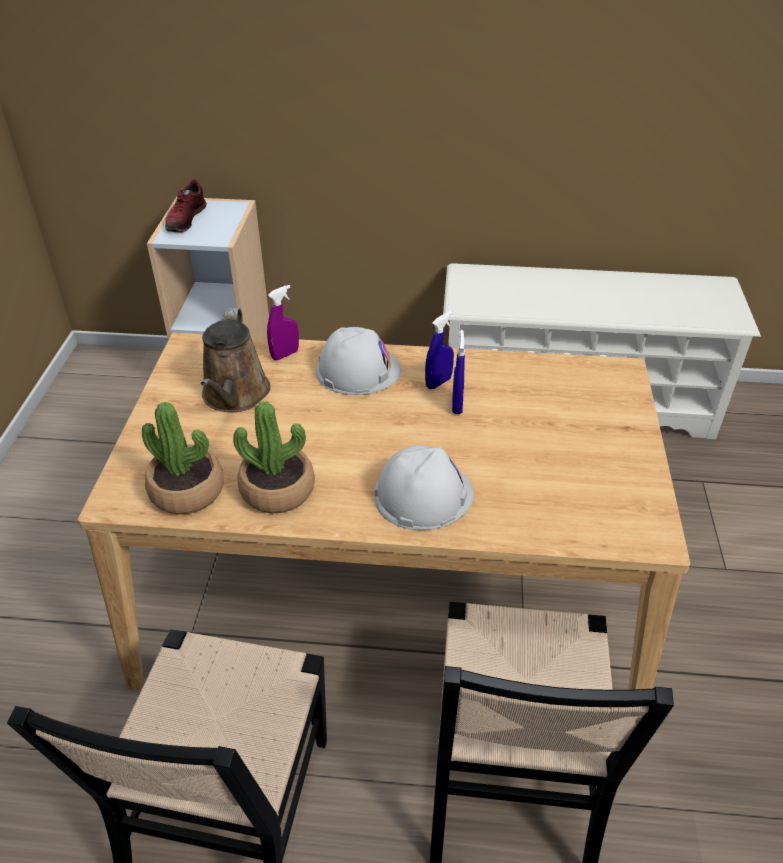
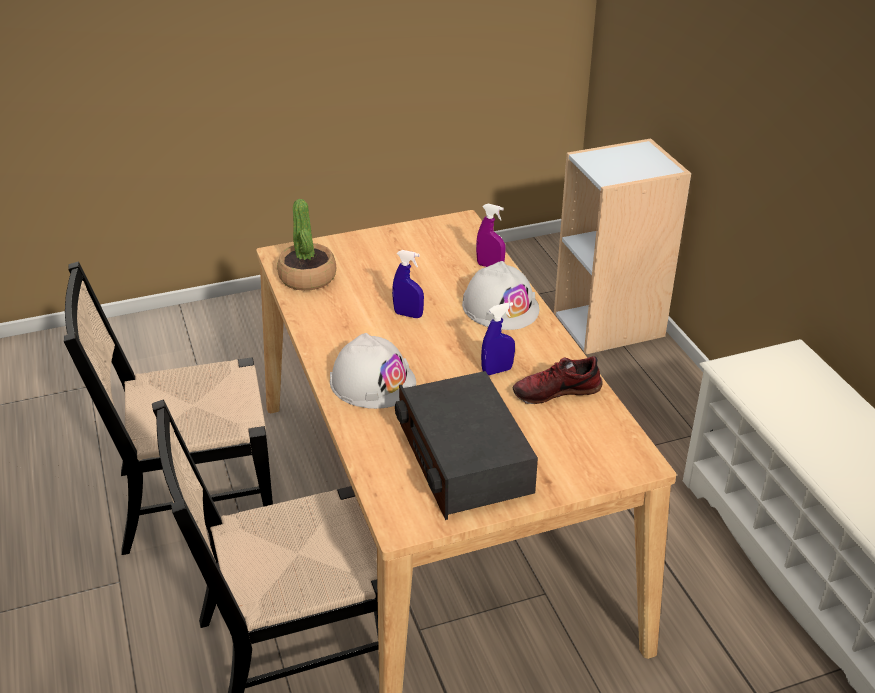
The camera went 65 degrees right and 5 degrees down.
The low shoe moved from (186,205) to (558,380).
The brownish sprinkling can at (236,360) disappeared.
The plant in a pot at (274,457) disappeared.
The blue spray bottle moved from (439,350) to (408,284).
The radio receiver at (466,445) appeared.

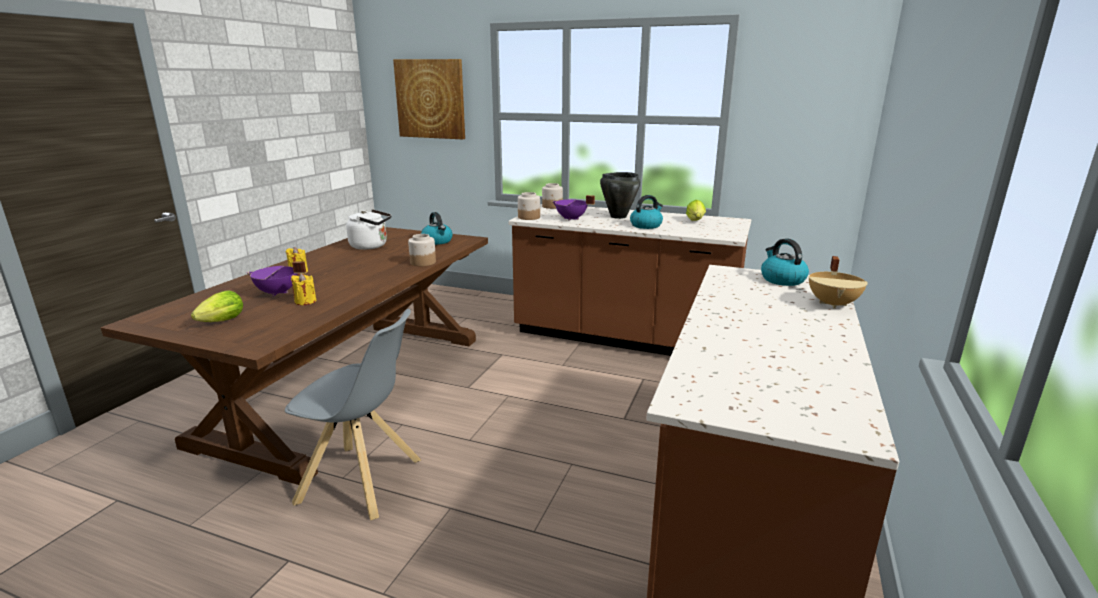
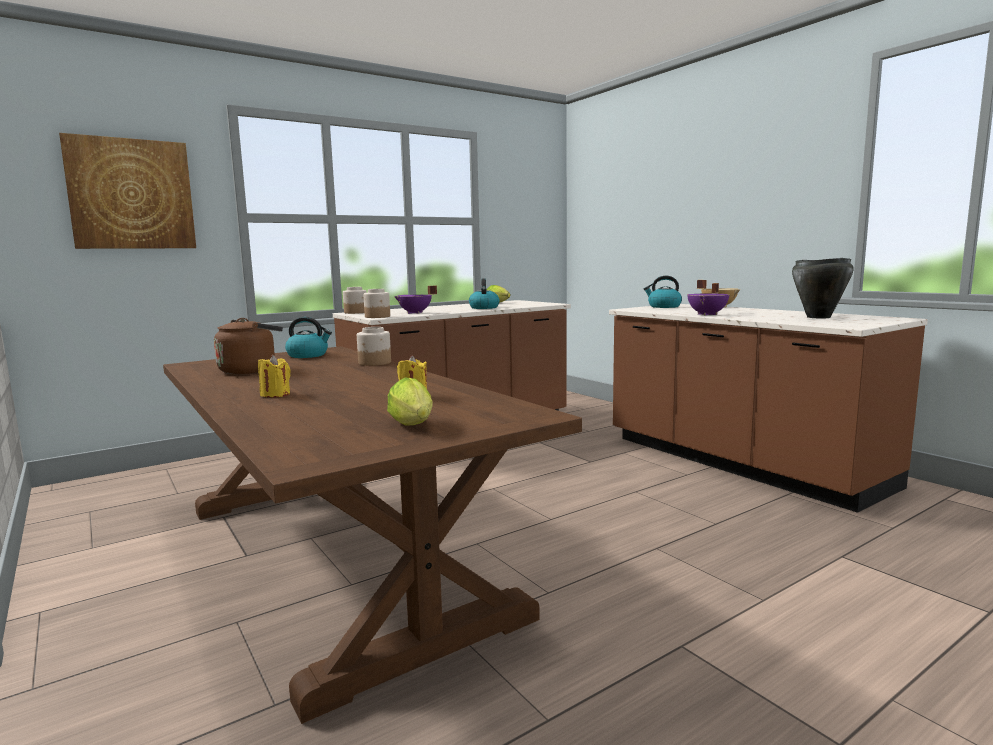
The camera went 55 degrees left and 10 degrees down.
The purple cooking pot moved from (276,279) to (708,299).
The grey chair at (353,414) disappeared.
The white kettle at (368,229) became the brownish kettle at (248,346).
The black cooking pot moved from (620,195) to (823,288).

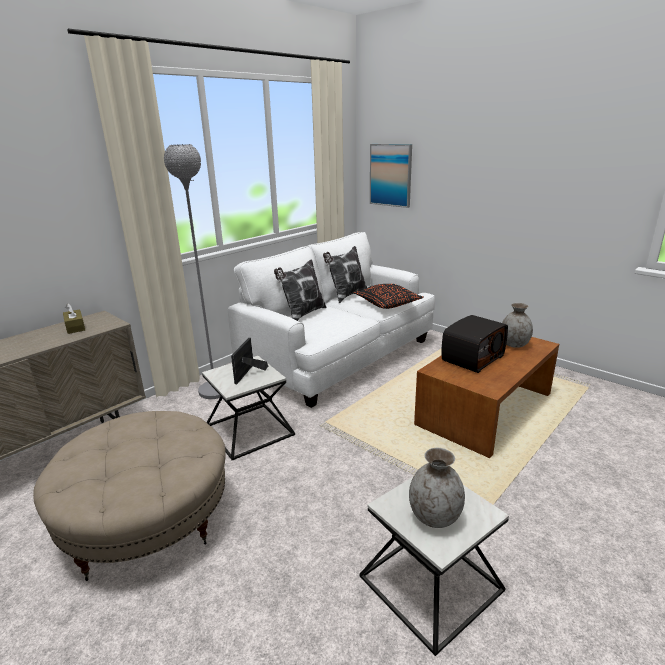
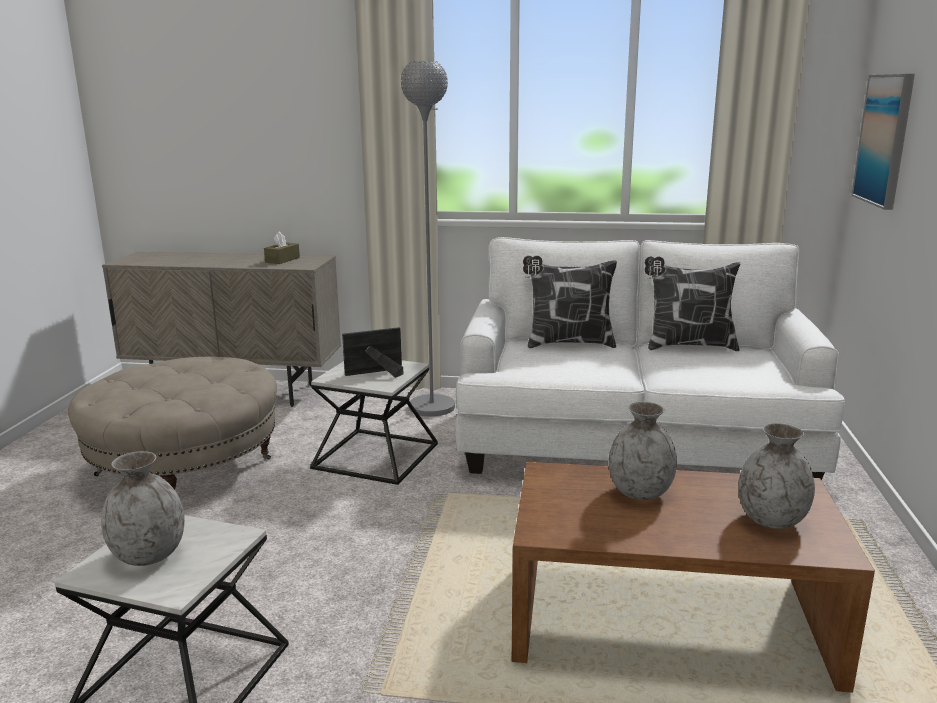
The camera went 55 degrees right and 5 degrees down.
The black throw pillow at (389,296) disappeared.
The radio receiver at (474,344) was replaced by the grey vase at (643,451).

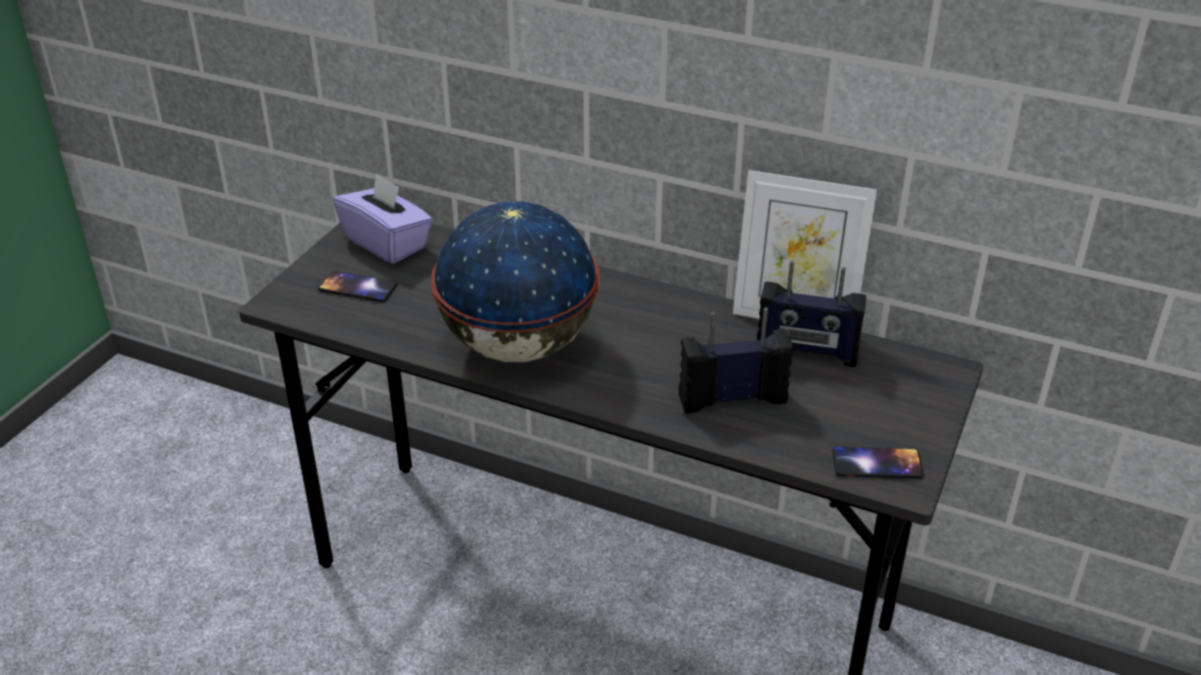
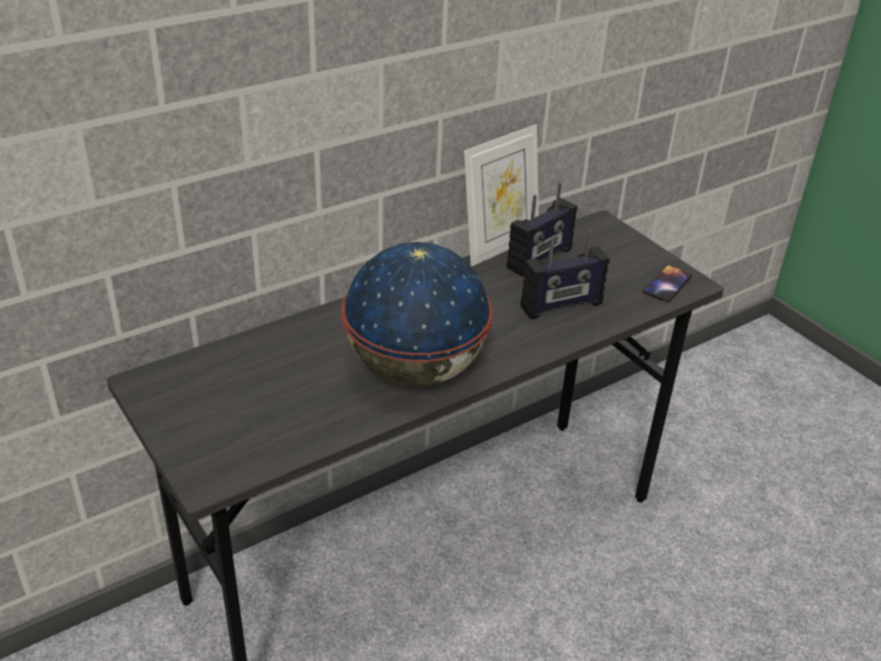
The camera went 60 degrees left and 0 degrees up.
The handset at (358,286) disappeared.
The purple box of tissues at (383,218) disappeared.
The radio receiver at (735,360) turned 135 degrees counterclockwise.

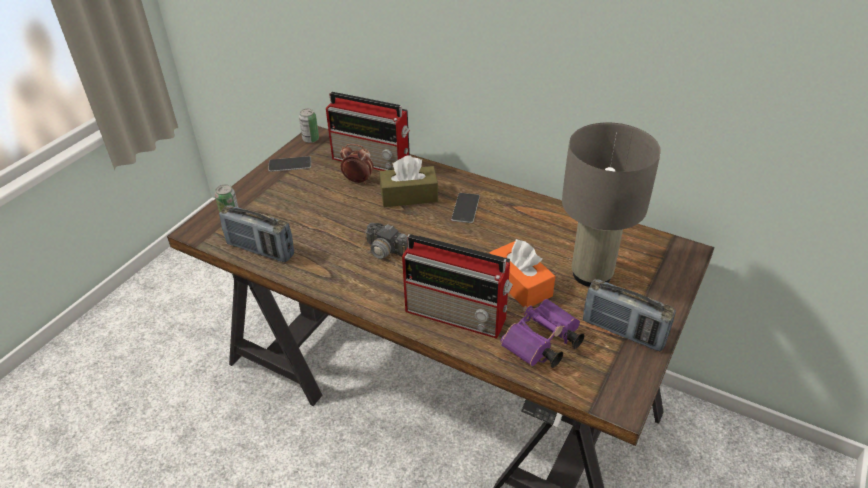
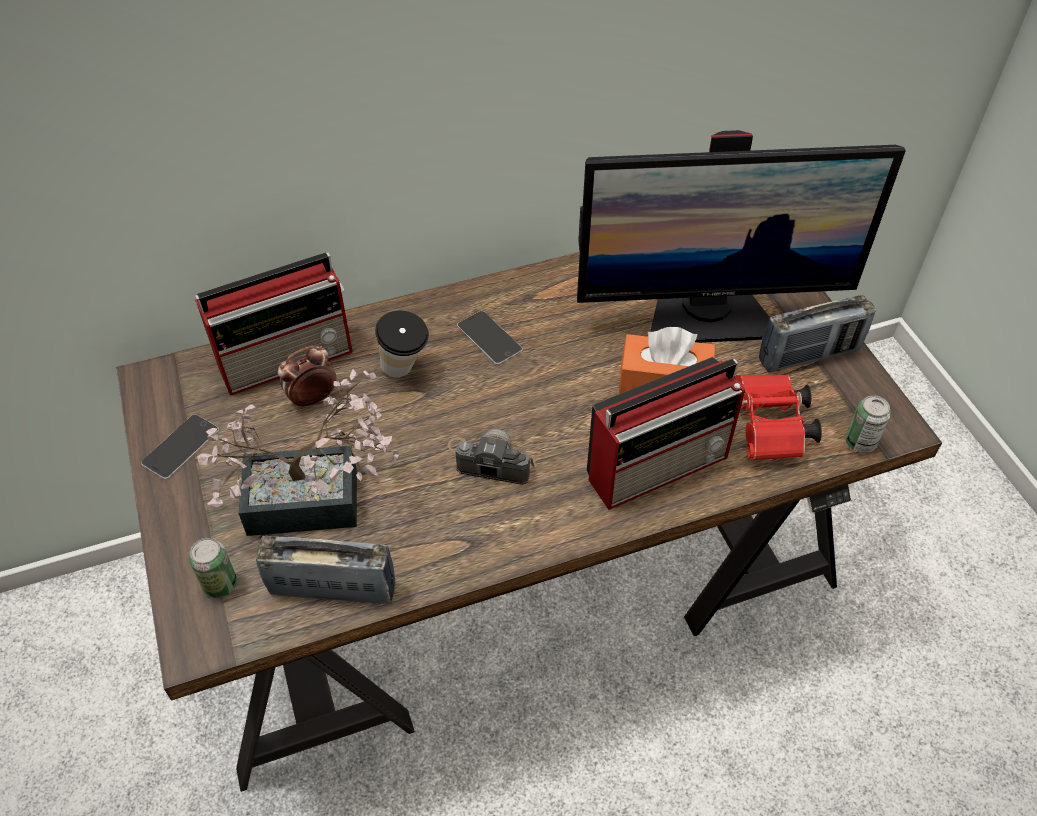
The camera went 50 degrees left and 10 degrees up.
The radio receiver at (256,233) turned 150 degrees counterclockwise.
The metal can moved from (309,126) to (868,424).
The photo camera at (384,246) turned 150 degrees counterclockwise.
The brownish box of tissues at (409,181) was replaced by the cup at (402,344).
The purple binoculars at (543,333) became the red binoculars at (778,417).
The grey tabletop lamp at (611,205) was replaced by the computer screen at (741,236).
The plant in a pot at (298,452) appeared.

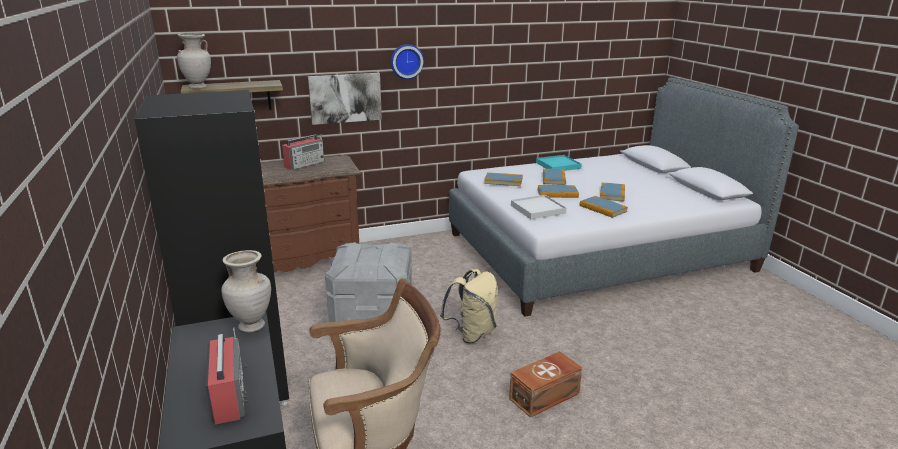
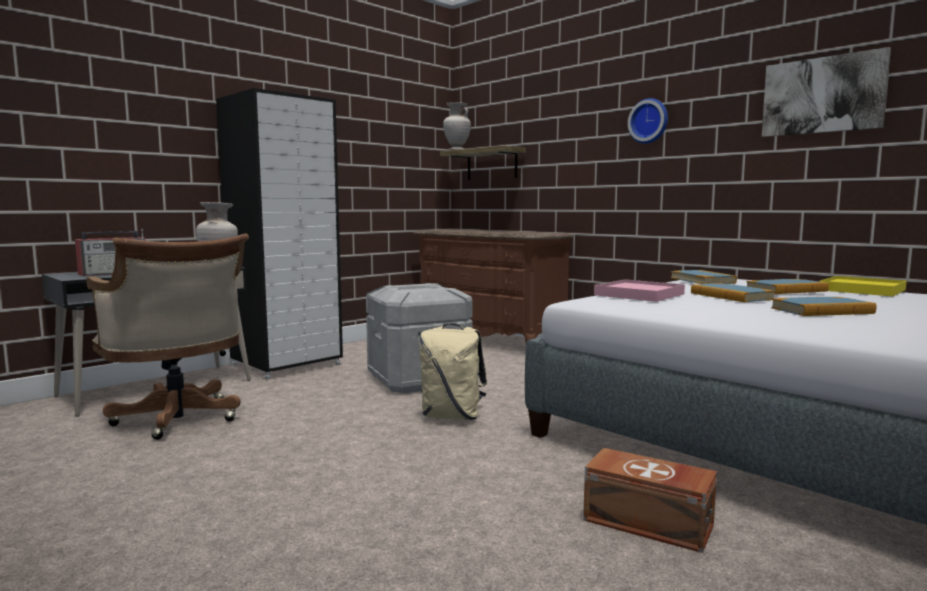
The camera went 65 degrees right and 15 degrees down.
The radio receiver at (303,152) disappeared.
The picture moved from (345,99) to (826,92).
The brownish storage bin moved from (545,384) to (650,500).
The white tray at (538,207) became the pink-coloured tray at (639,290).
The blue-green tray at (559,163) became the yellowish tray at (863,286).
The bound book at (604,207) disappeared.

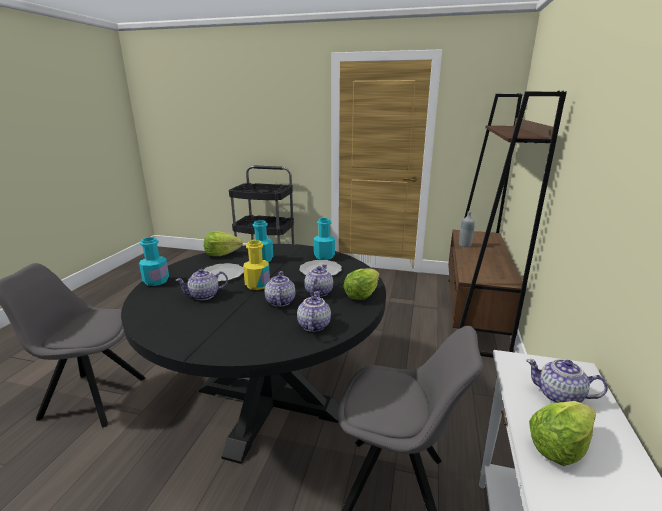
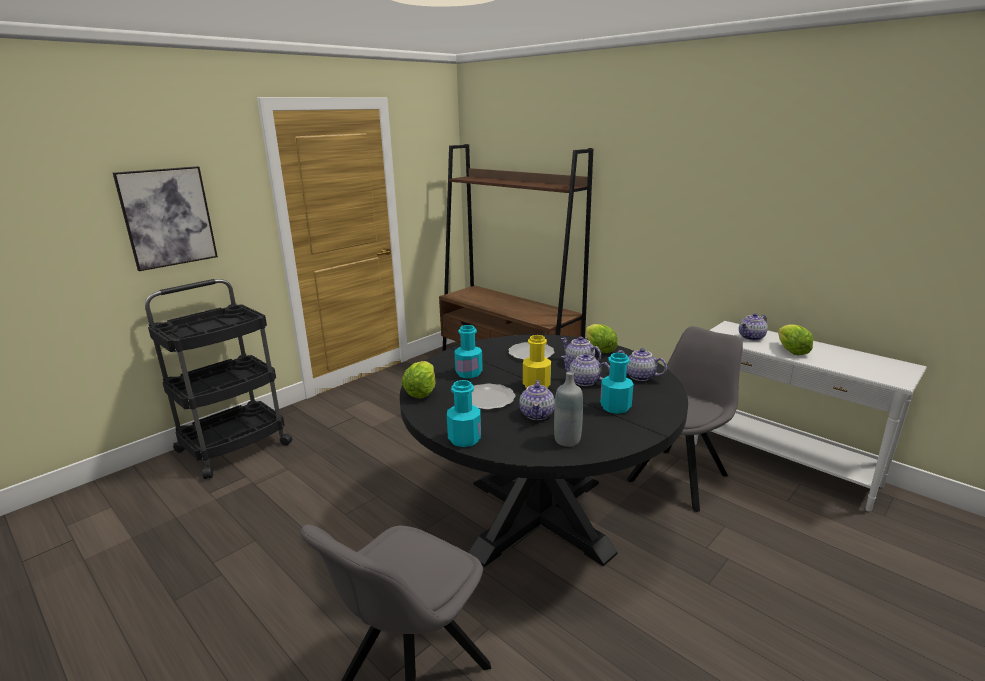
The camera went 60 degrees left and 0 degrees up.
The blue-green beverage bottle moved from (324,239) to (616,383).
The grey beverage bottle moved from (467,229) to (568,409).
The picture at (165,218) appeared.

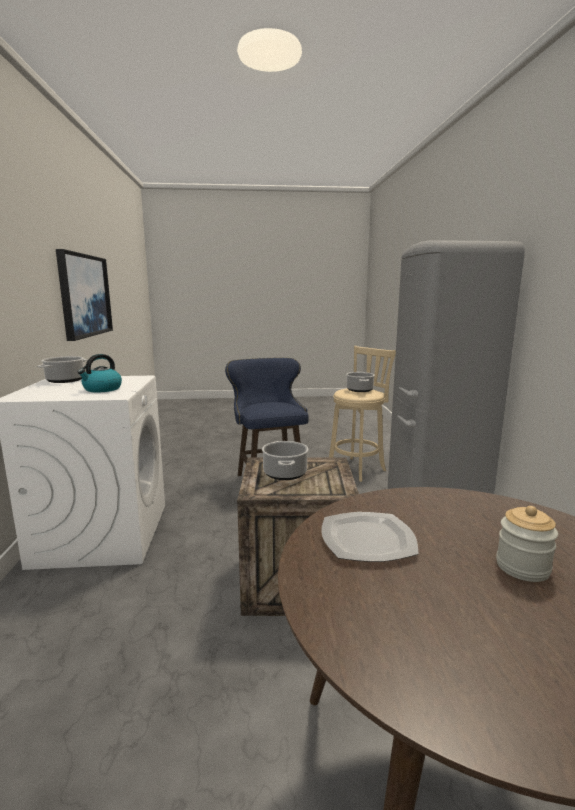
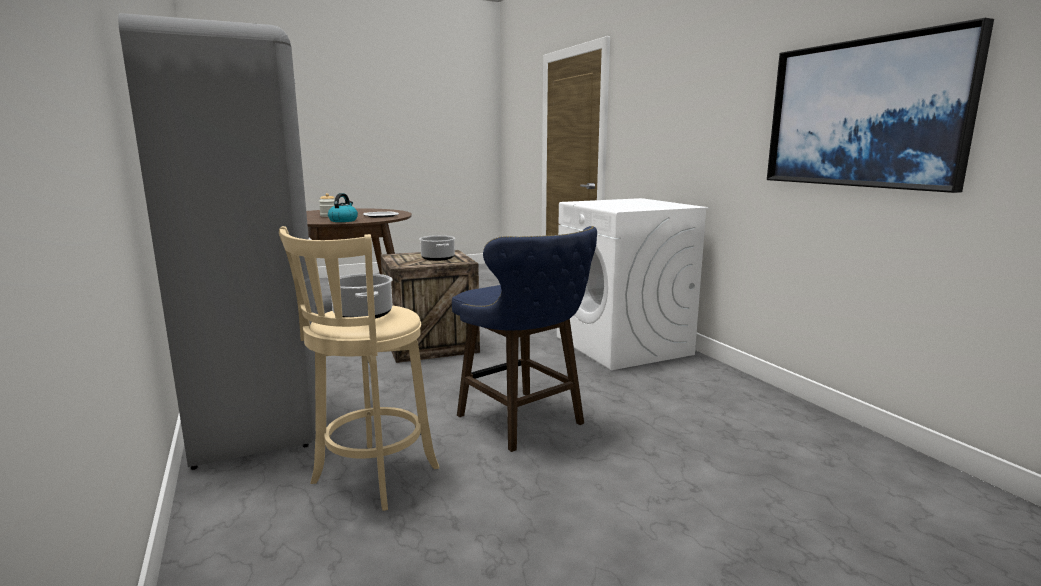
The camera went 160 degrees right and 0 degrees up.
The cooking pot at (62,369) disappeared.
The kettle moved from (99,373) to (343,207).

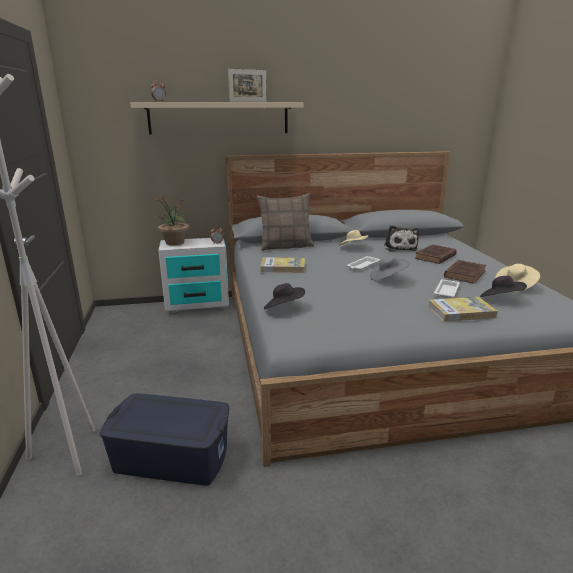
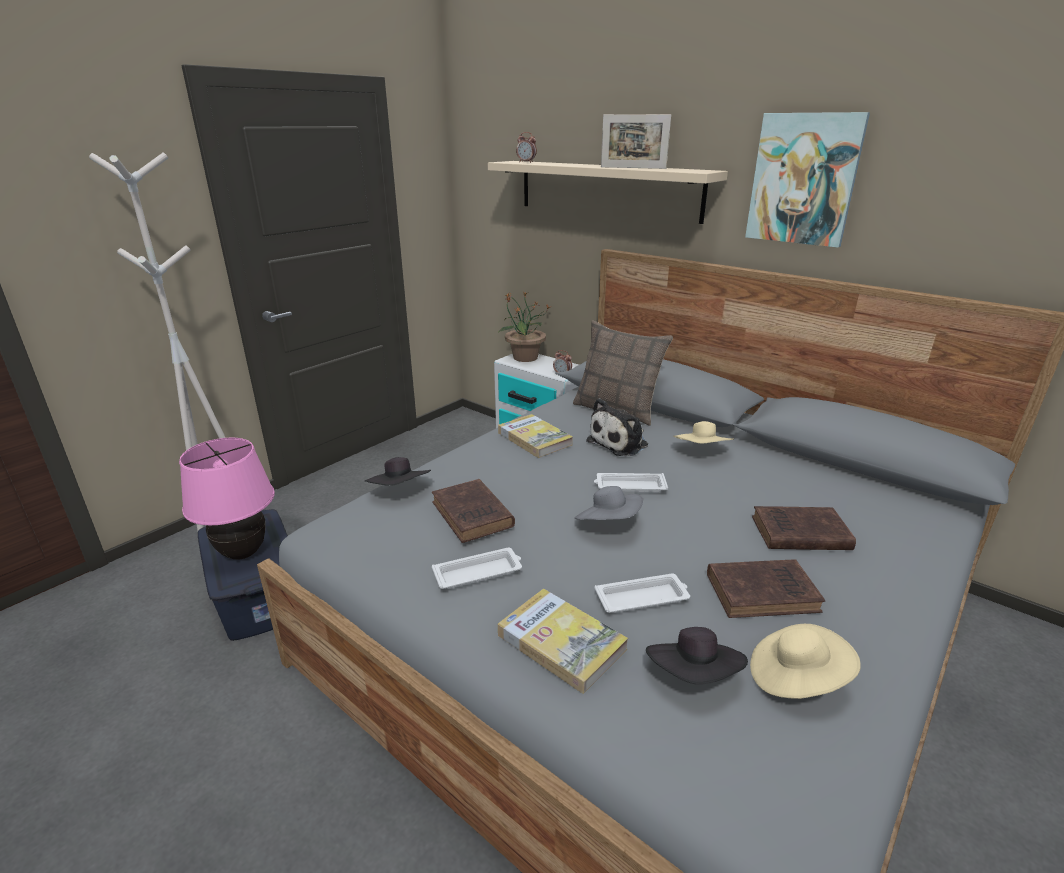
The camera went 50 degrees right and 5 degrees up.
The plush toy moved from (401,238) to (617,427).
The pink-coloured tabletop lamp at (227,498) appeared.
The brownish bound book at (473,511) appeared.
The white tray at (477,568) appeared.
The picture at (807,180) appeared.

